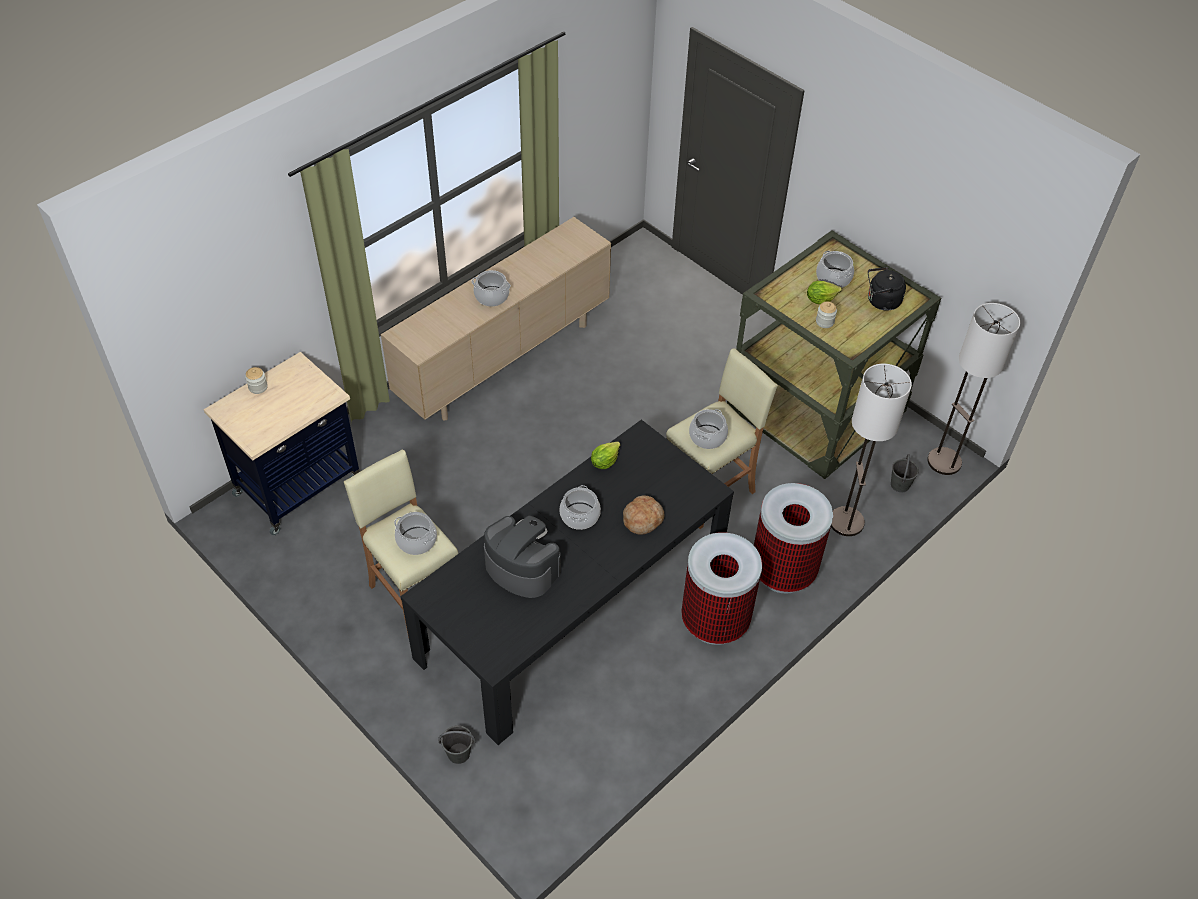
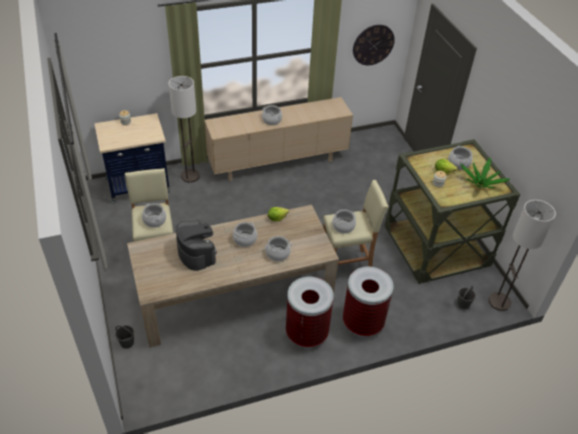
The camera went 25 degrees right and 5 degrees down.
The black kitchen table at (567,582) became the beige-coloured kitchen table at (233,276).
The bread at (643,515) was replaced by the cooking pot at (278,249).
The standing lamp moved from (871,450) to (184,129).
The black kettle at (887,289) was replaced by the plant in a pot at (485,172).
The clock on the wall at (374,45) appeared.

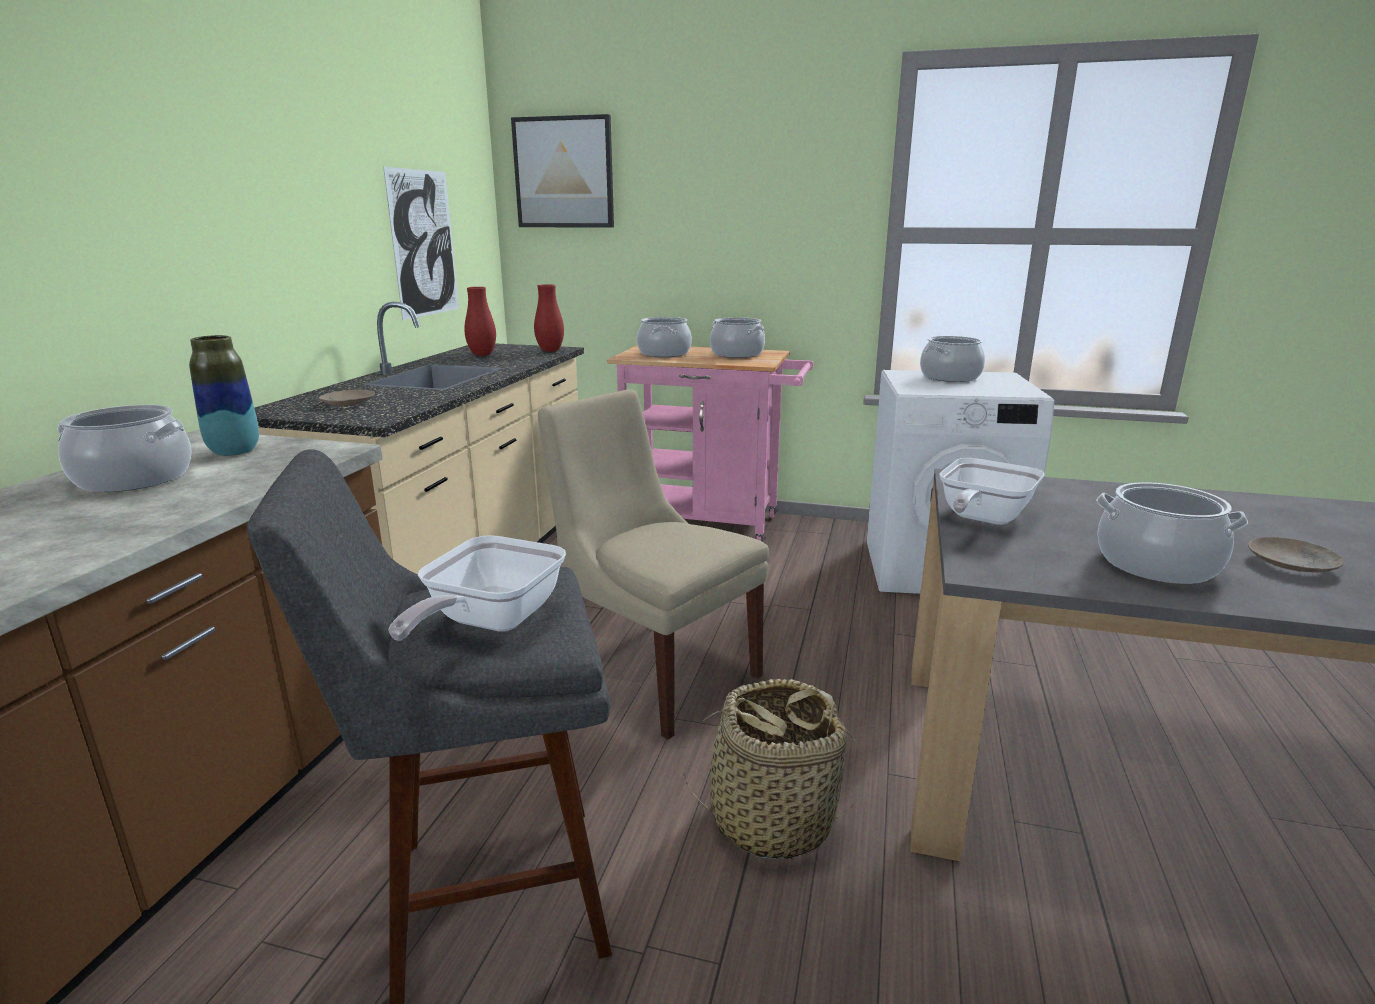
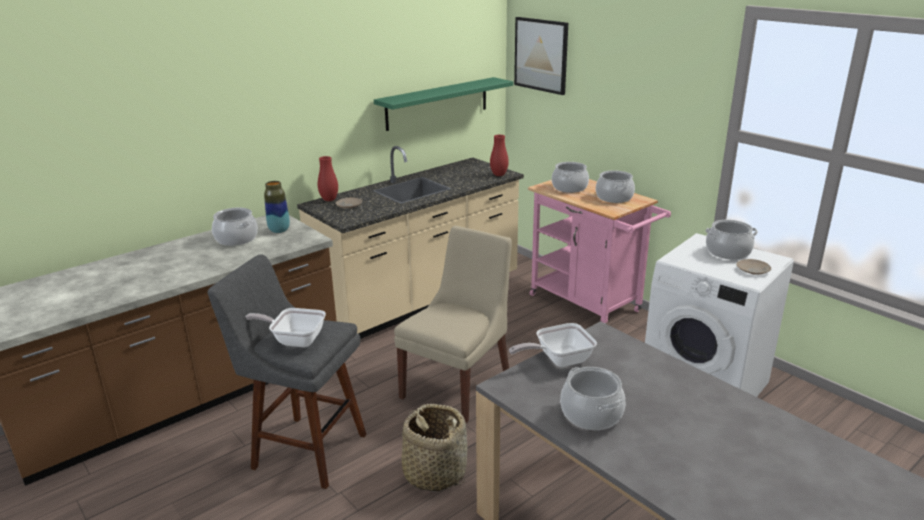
The camera went 35 degrees right and 5 degrees up.
The picture at (421,243) was replaced by the green-coloured wall shelf at (443,104).
The skillet at (477,588) turned 45 degrees clockwise.
The red vase moved from (480,321) to (328,178).
The beige-coloured chair at (653,564) turned 45 degrees clockwise.
The beige-coloured dinner plate moved from (1296,555) to (753,267).

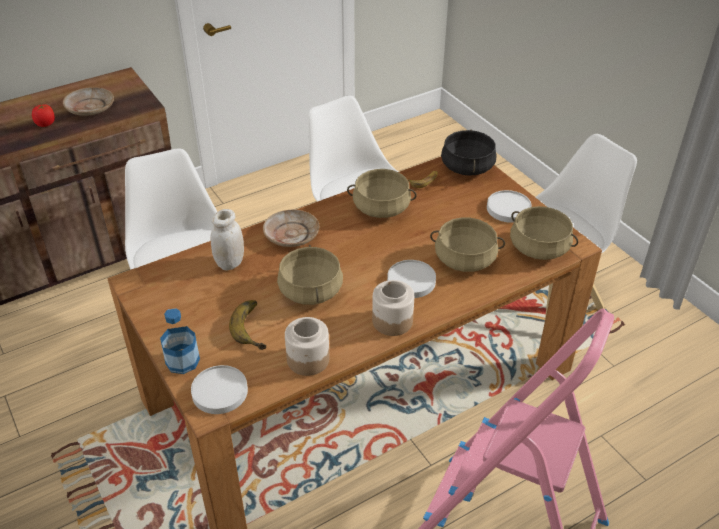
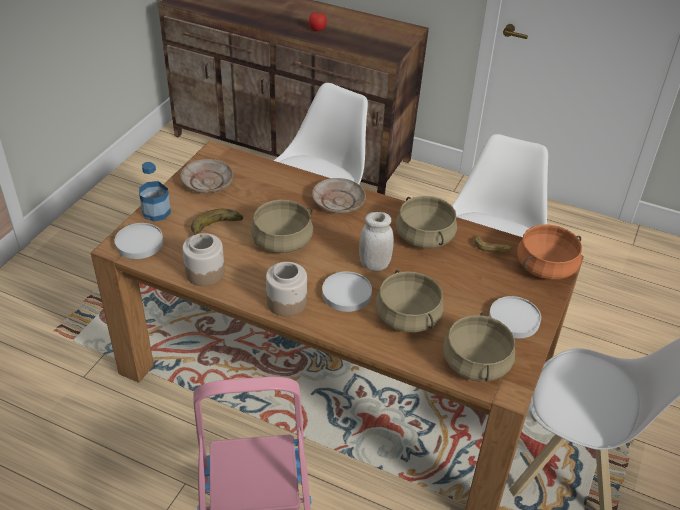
The camera went 55 degrees right and 0 degrees up.
The beige-coloured dinner plate moved from (88,101) to (206,176).
The white storage jar moved from (227,240) to (376,241).
The black cooking pot at (469,153) became the orange-coloured cooking pot at (549,252).

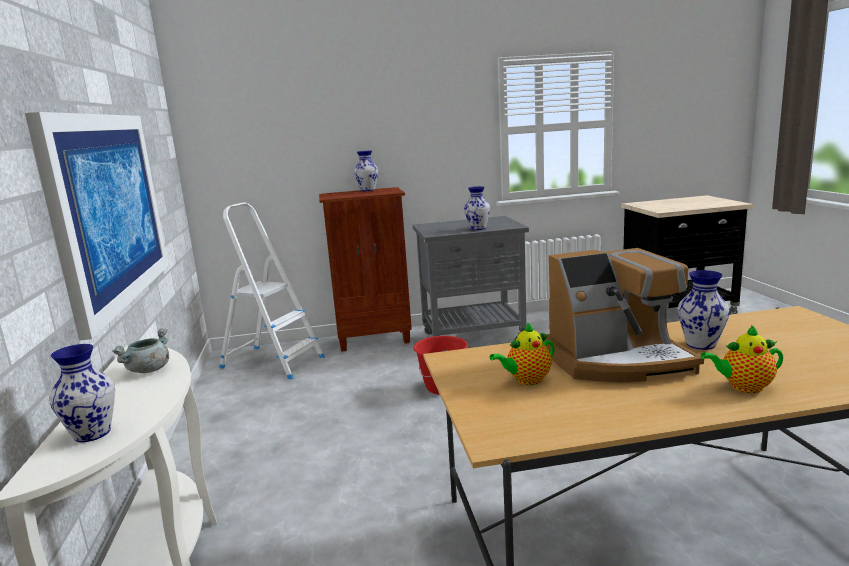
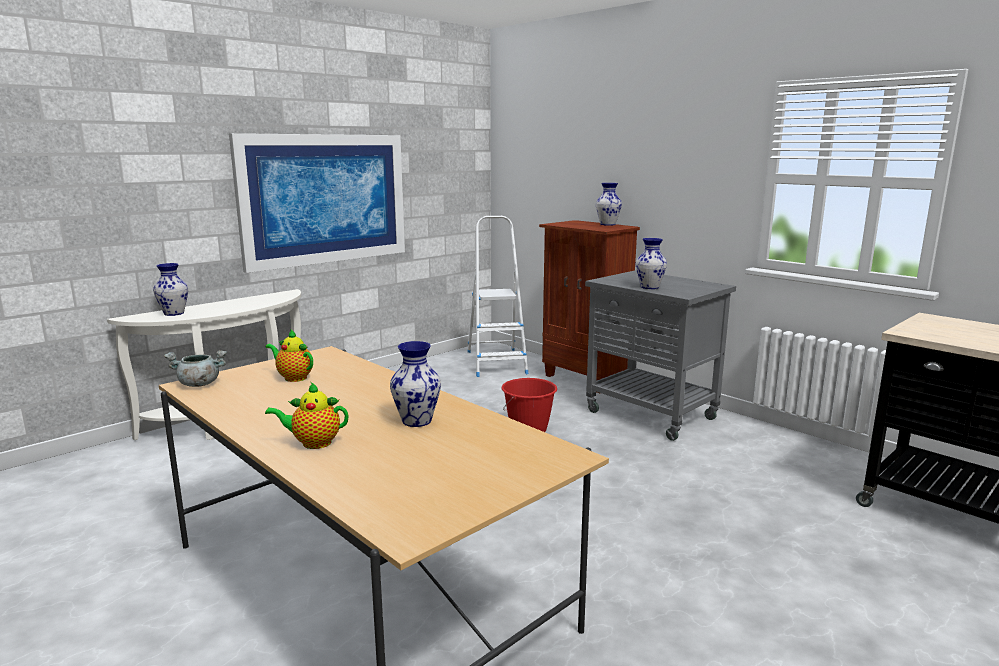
The camera went 55 degrees right and 0 degrees up.
The grey cooking pot moved from (140,350) to (195,368).
The coffee maker at (623,315) disappeared.
The pot for tea at (742,359) turned 60 degrees counterclockwise.

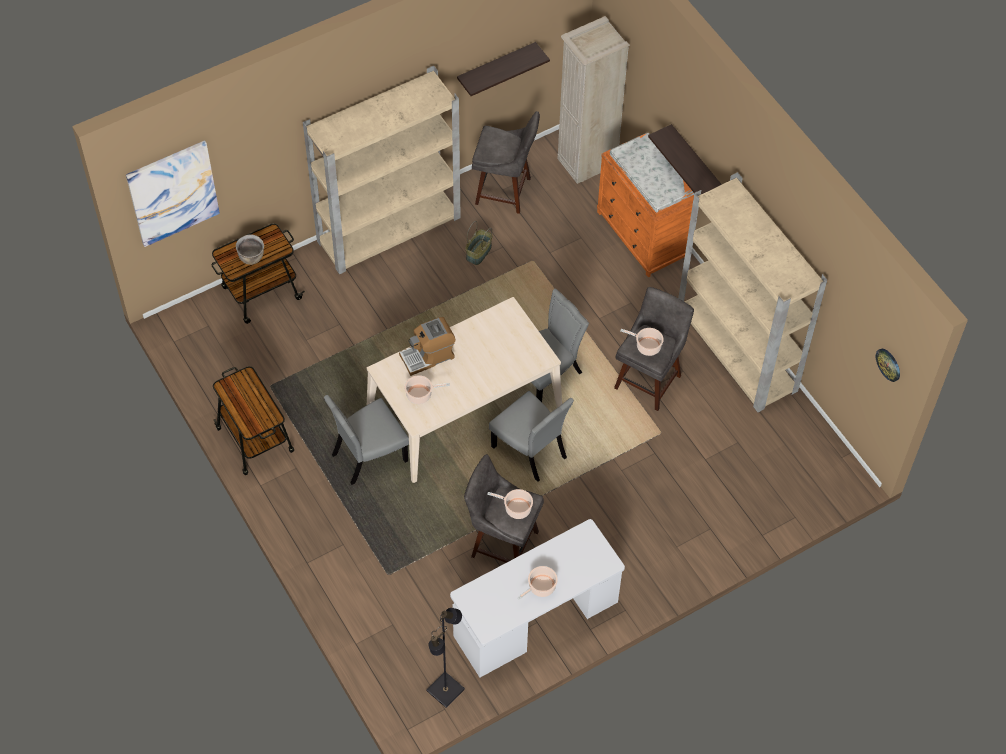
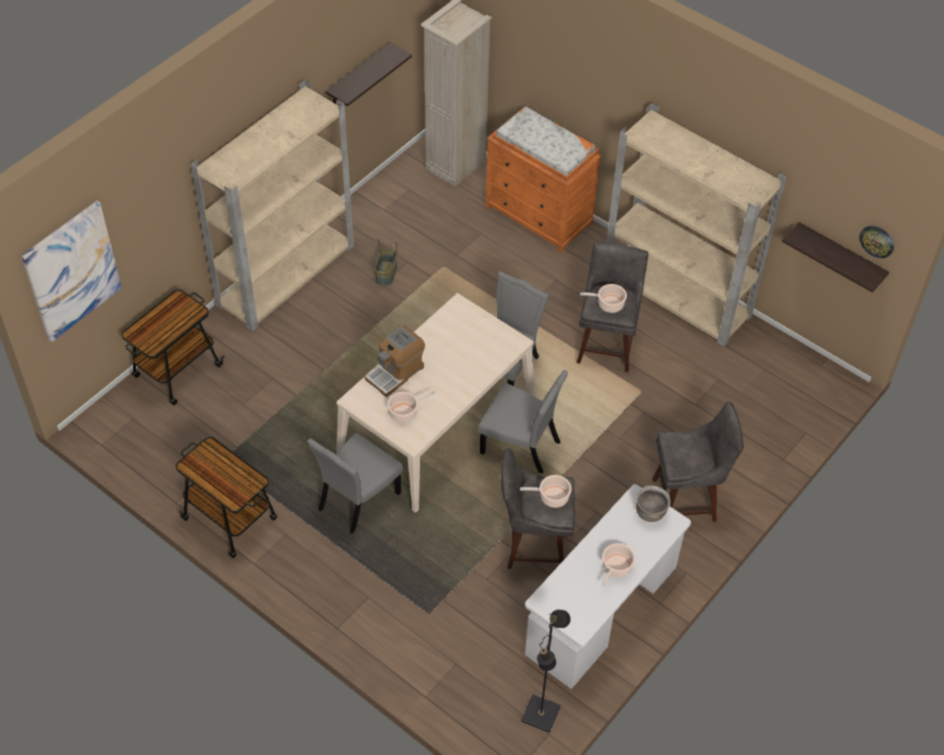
The camera went 20 degrees left and 5 degrees down.
The brownish cooking pot moved from (250,249) to (653,503).
The grey stool seat moved from (506,162) to (698,461).
The wall shelf moved from (685,159) to (835,257).

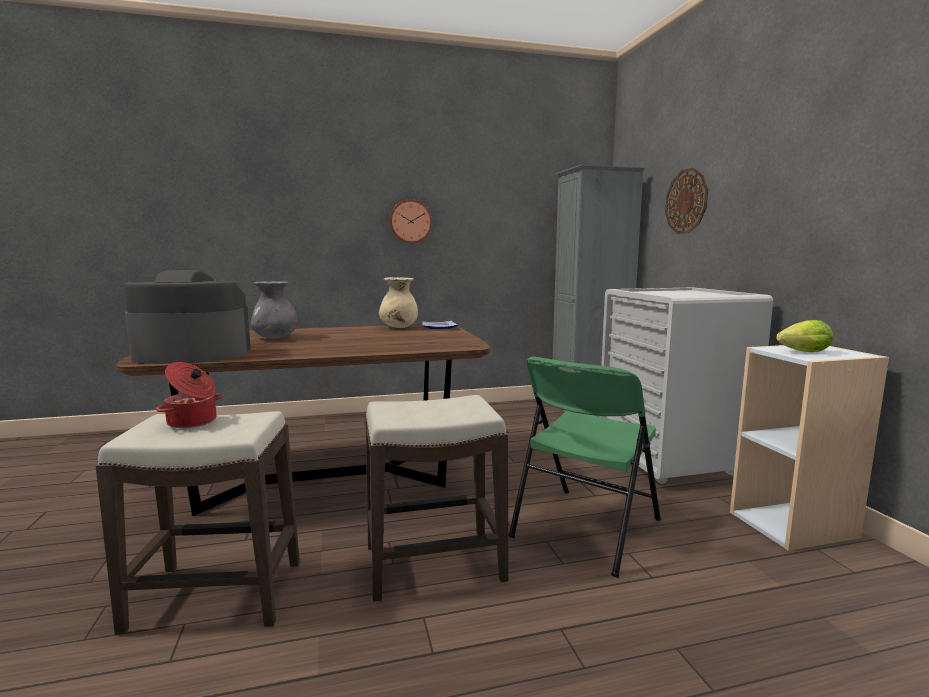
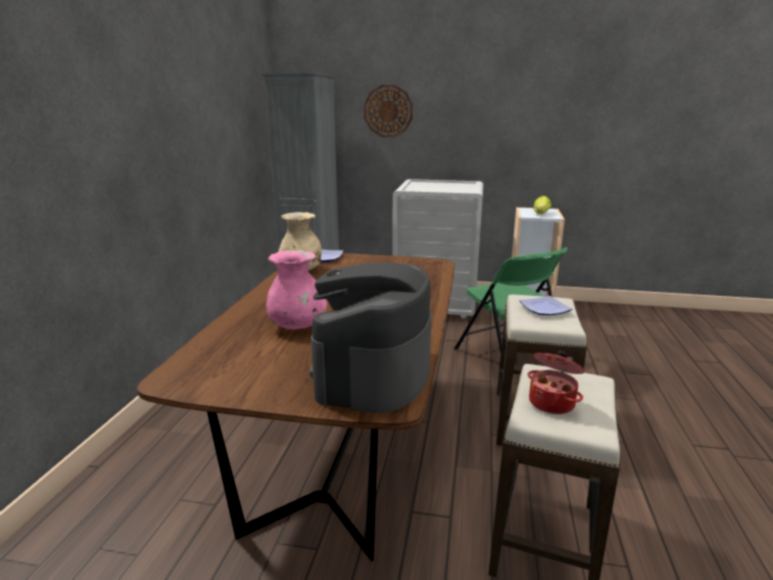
The camera went 65 degrees left and 10 degrees up.
The grey vase at (274,310) became the pink-coloured vase at (296,290).
The clock on the wall at (410,221) disappeared.
The dinner plate at (545,305) appeared.

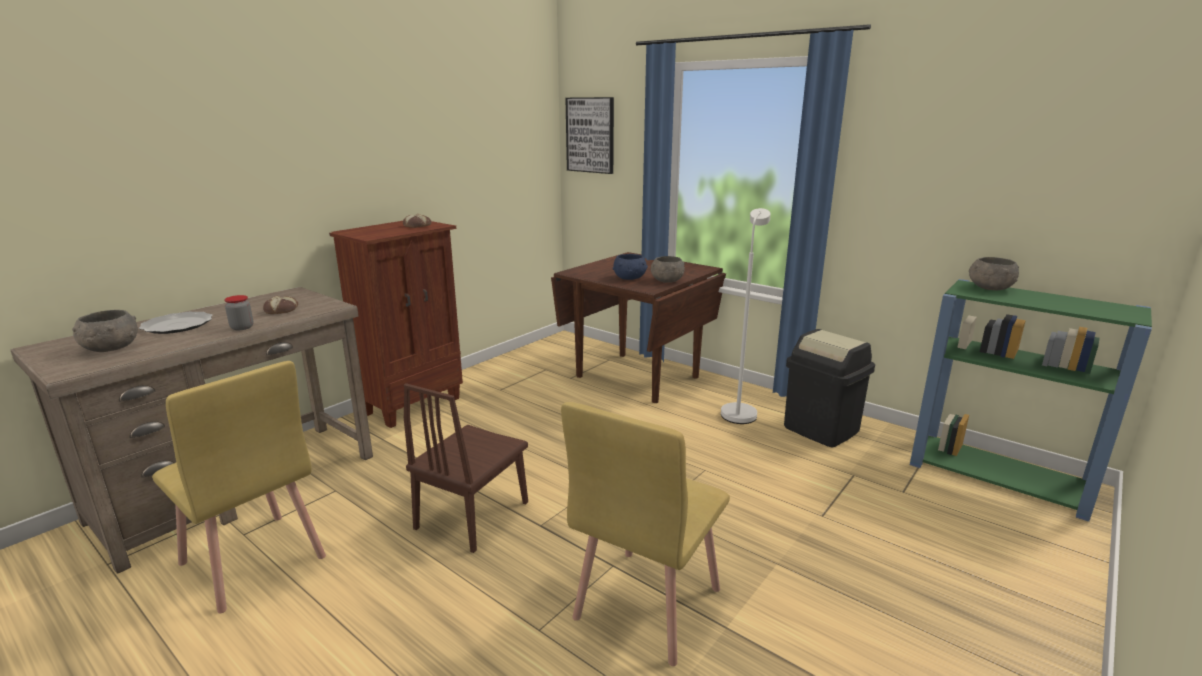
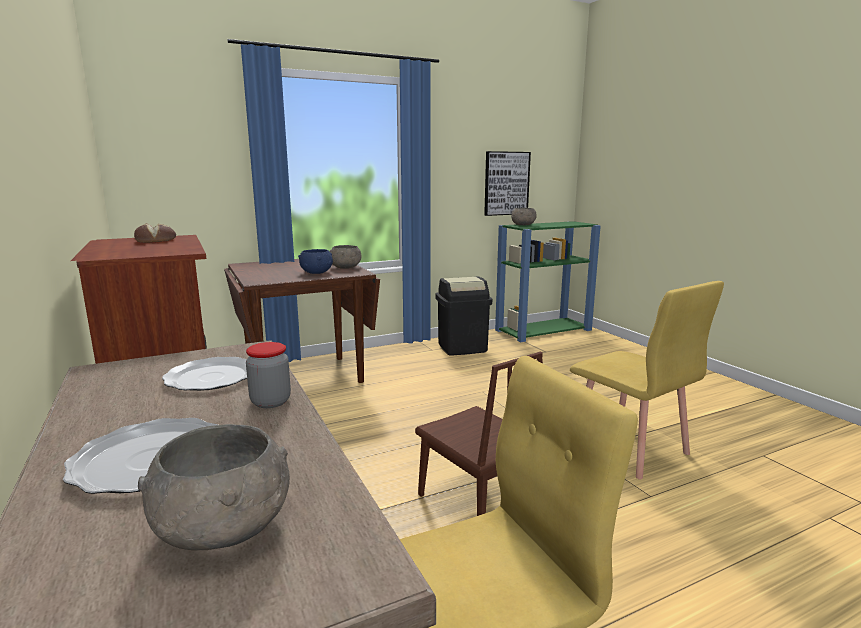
The camera went 65 degrees left and 5 degrees down.
The bread at (280,305) was replaced by the dinner plate at (204,374).
The picture moved from (589,135) to (507,183).
The white standing lamp at (745,316) disappeared.

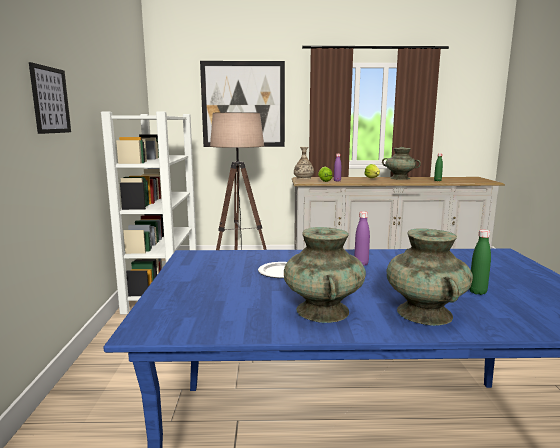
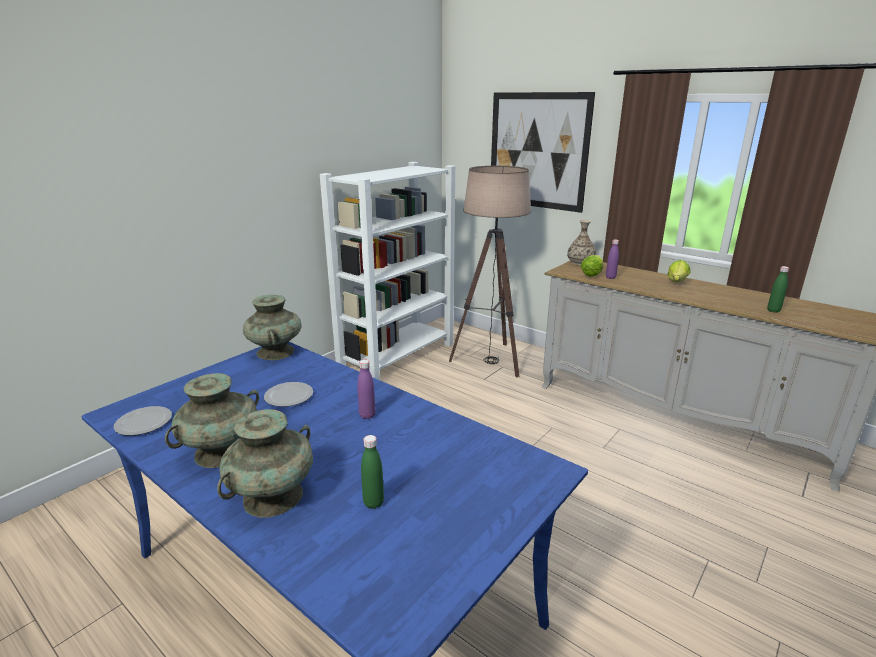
The camera went 40 degrees right and 10 degrees up.
The picture at (50,98) disappeared.
The blue-green vase moved from (401,163) to (272,327).
The dinner plate at (143,421) appeared.

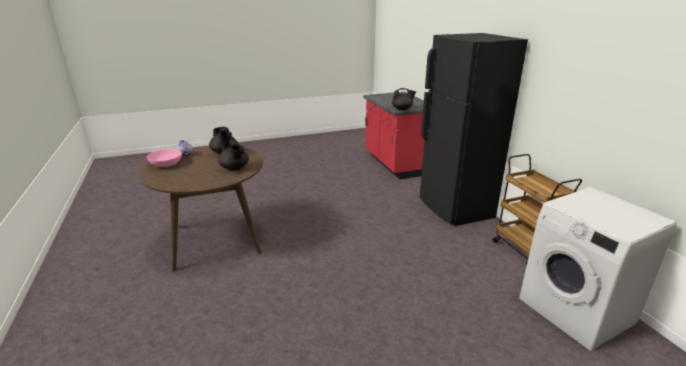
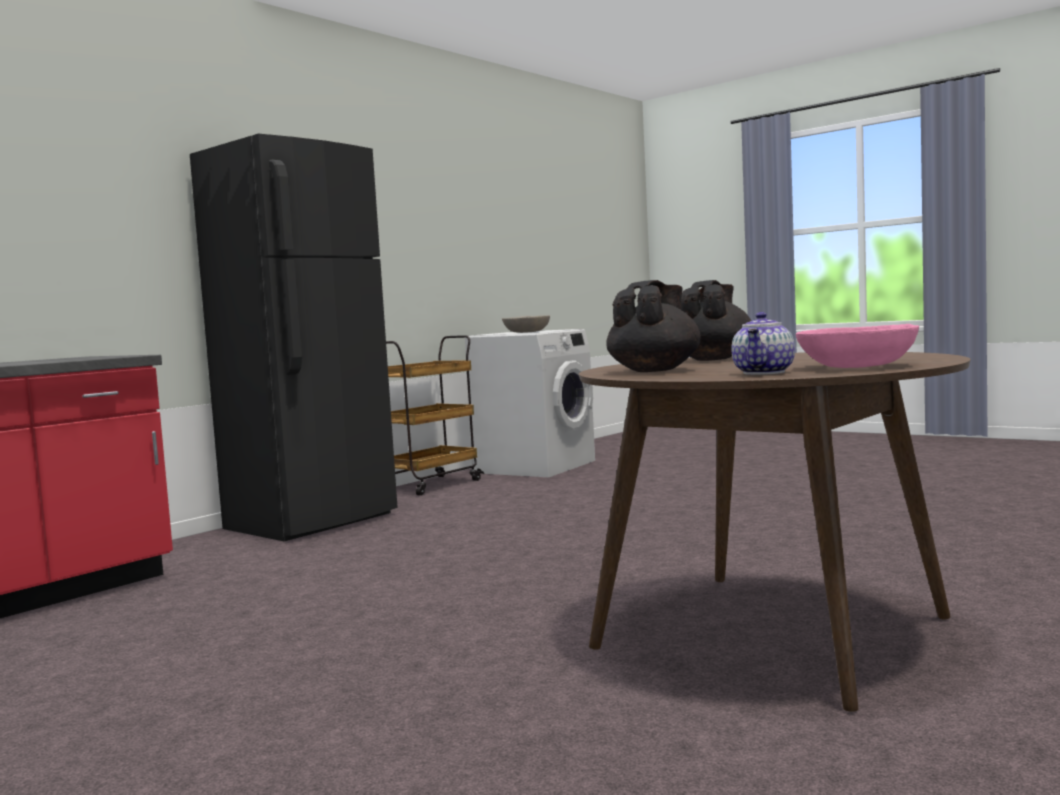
The camera went 120 degrees left and 20 degrees down.
The black pot for tea at (404,99) disappeared.
The grey bowl at (526,324) appeared.

